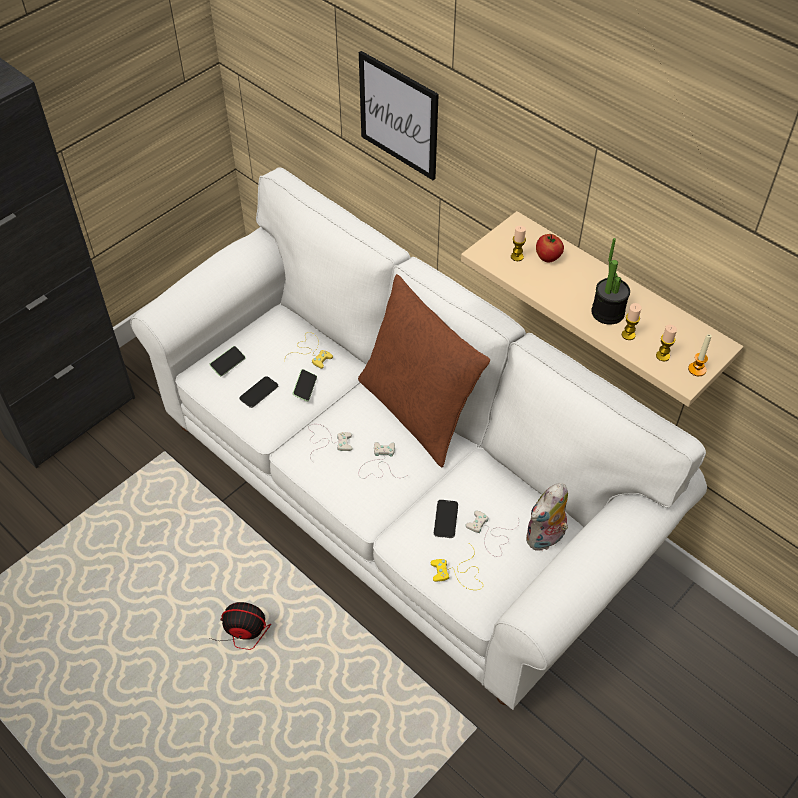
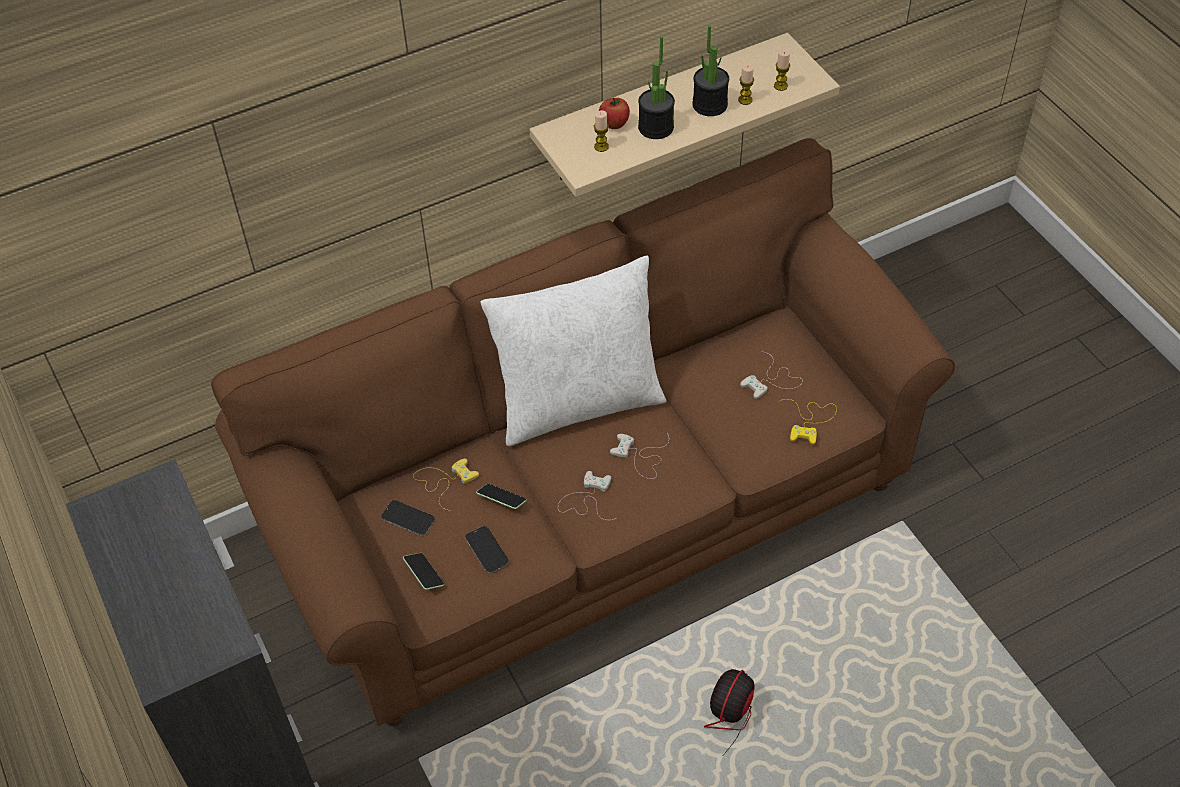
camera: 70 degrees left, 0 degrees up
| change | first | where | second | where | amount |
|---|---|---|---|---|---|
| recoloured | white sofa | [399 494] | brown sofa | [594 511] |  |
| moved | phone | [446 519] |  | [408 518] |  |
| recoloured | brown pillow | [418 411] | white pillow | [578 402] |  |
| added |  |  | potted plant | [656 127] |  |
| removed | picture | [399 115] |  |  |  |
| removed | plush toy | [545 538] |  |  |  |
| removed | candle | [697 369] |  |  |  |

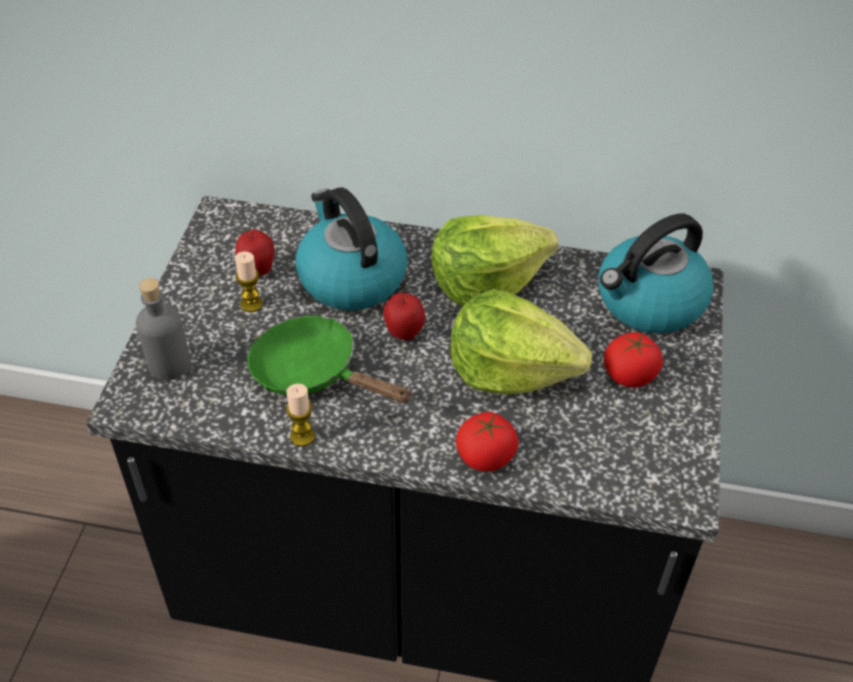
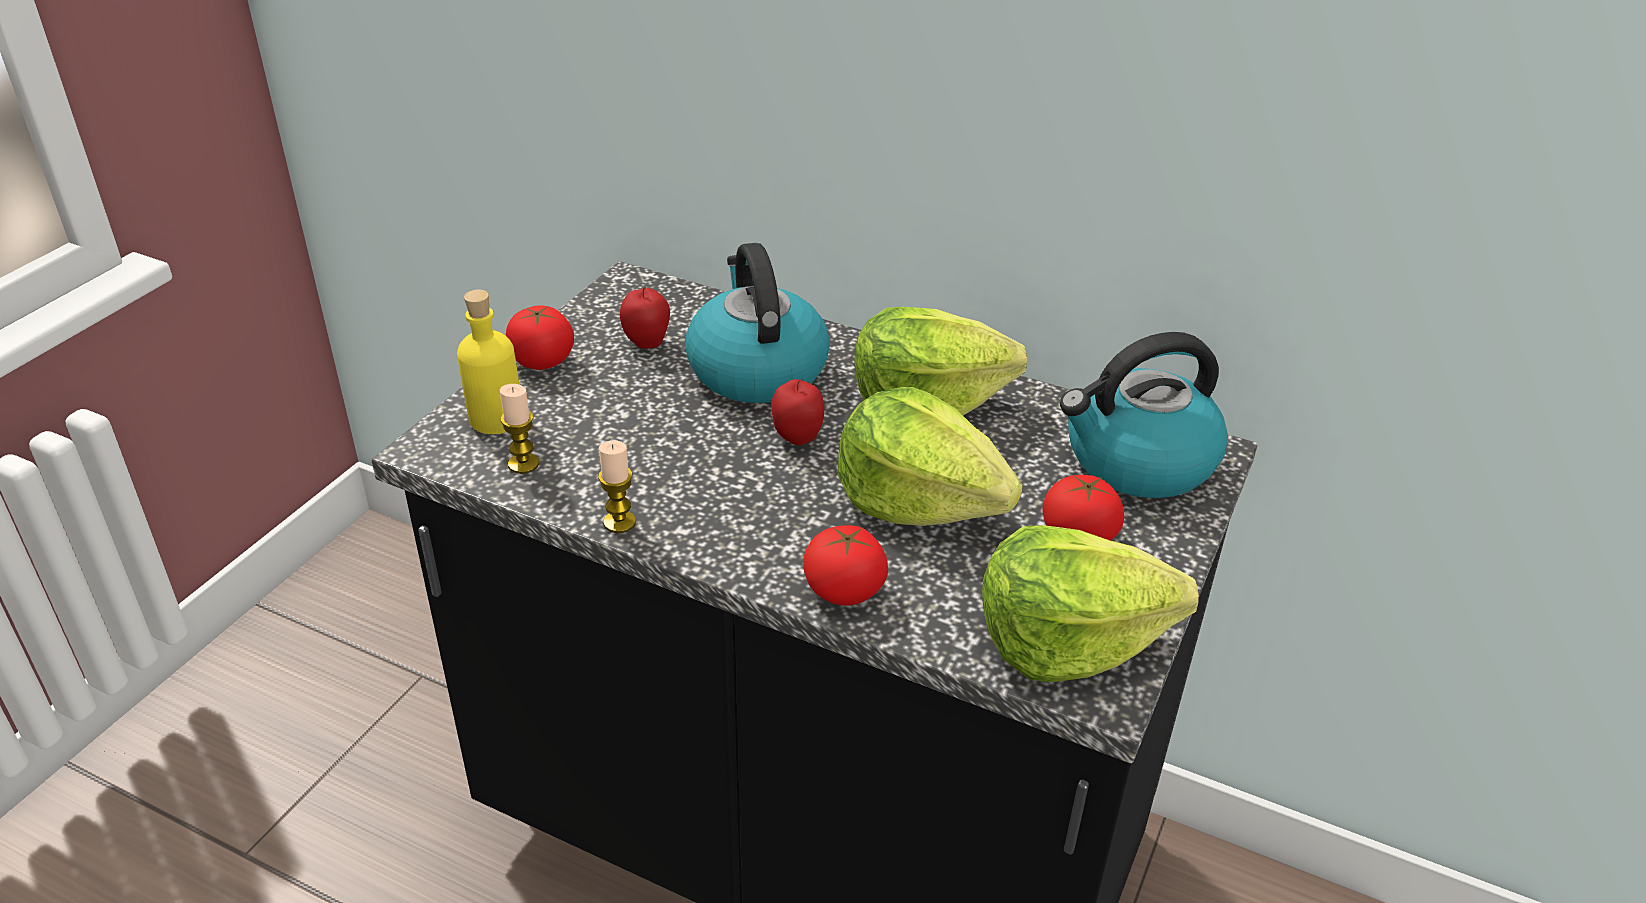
camera: 15 degrees right, 10 degrees down
| change | first | where | second | where | amount |
|---|---|---|---|---|---|
| recoloured | grey bottle | [169 364] | yellow bottle | [496 418] |  |
| moved | candle | [251 304] |  | [523 464] |  |
| added |  |  | tomato | [542 361] |  |
| added |  |  | lettuce | [1068 640] |  |
| removed | green frying pan | [313 372] |  |  |  |

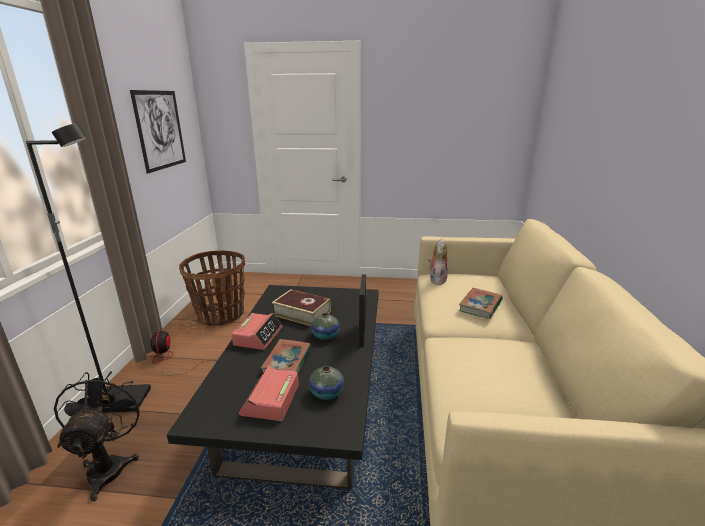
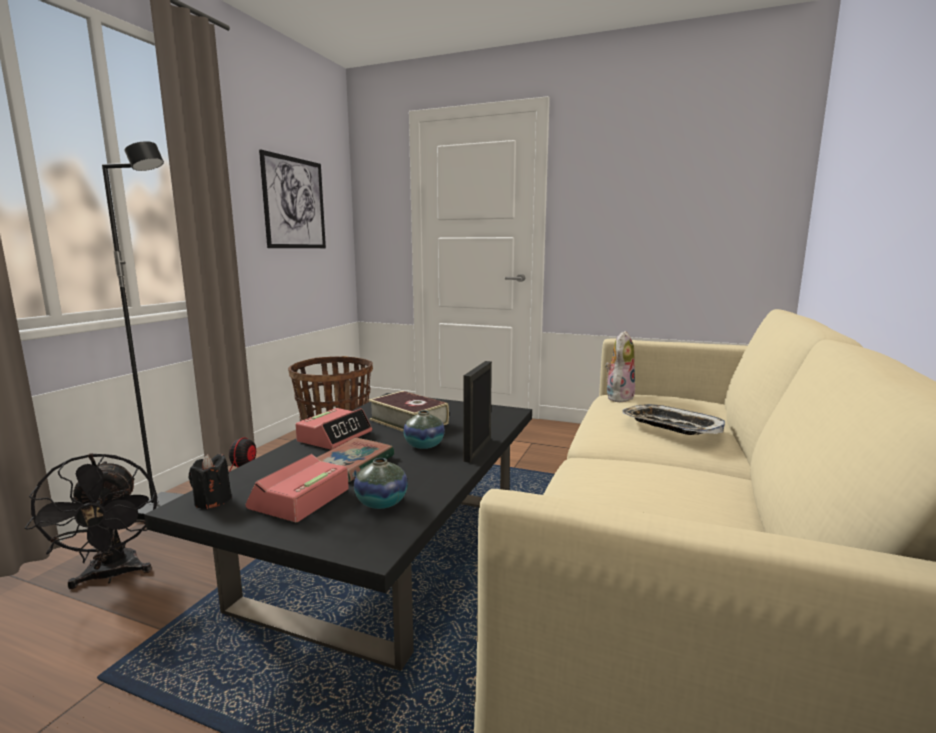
camera: 15 degrees right, 10 degrees down
| change | first | where | second | where | amount |
|---|---|---|---|---|---|
| turned | black fan | [110 465] |  | [112 576] | 150 degrees clockwise |
| added |  |  | black candle | [212 501] |  |
| replaced | book | [480 306] | tray | [671 426] |  |

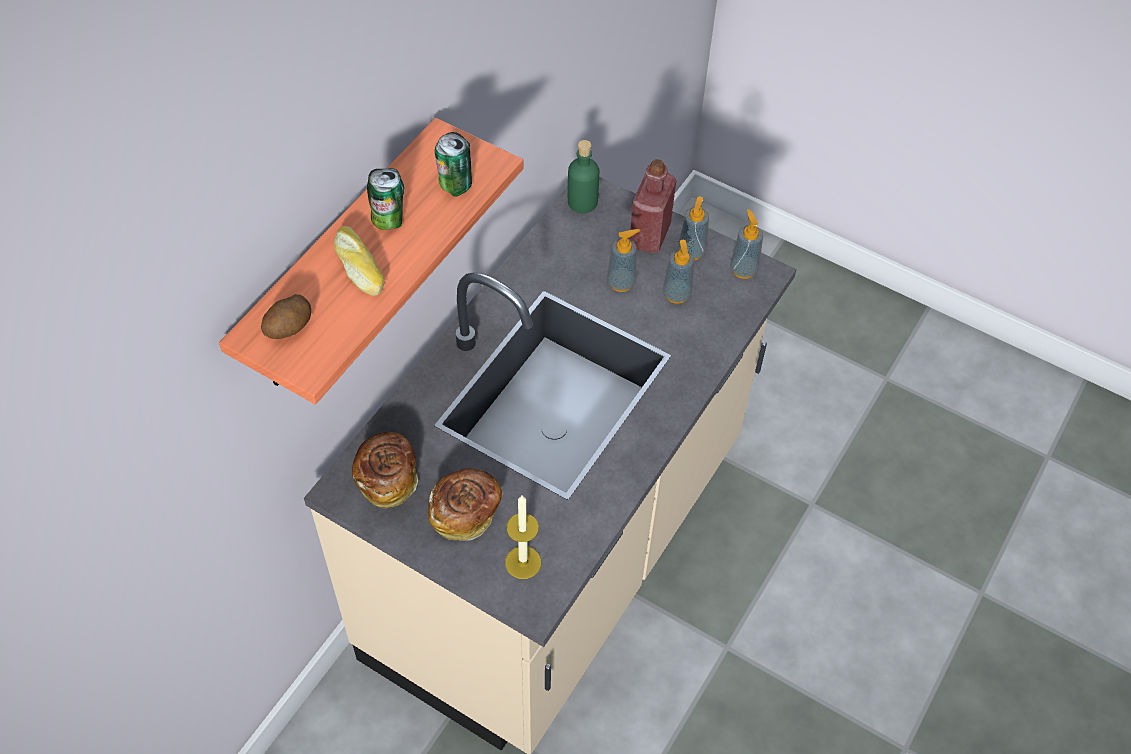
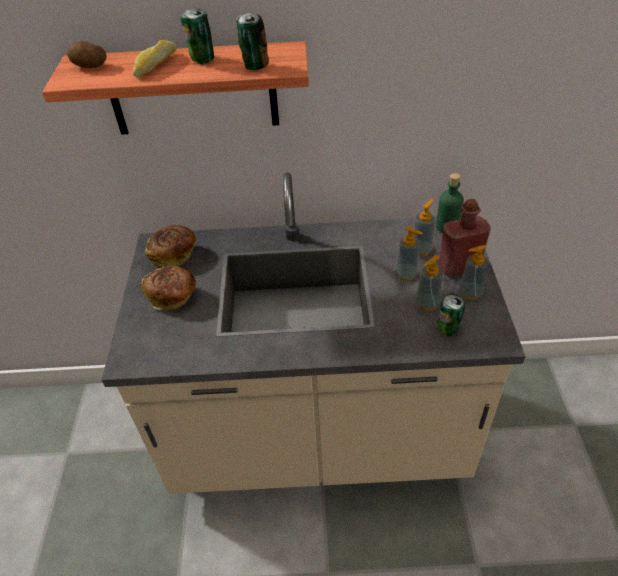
camera: 60 degrees right, 10 degrees down
| change | first | where | second | where | amount |
|---|---|---|---|---|---|
| moved | soap dispenser | [743 269] |  | [421 250] |  |
| added |  |  | can | [447 329] |  |
| removed | candle | [523 562] |  |  |  |

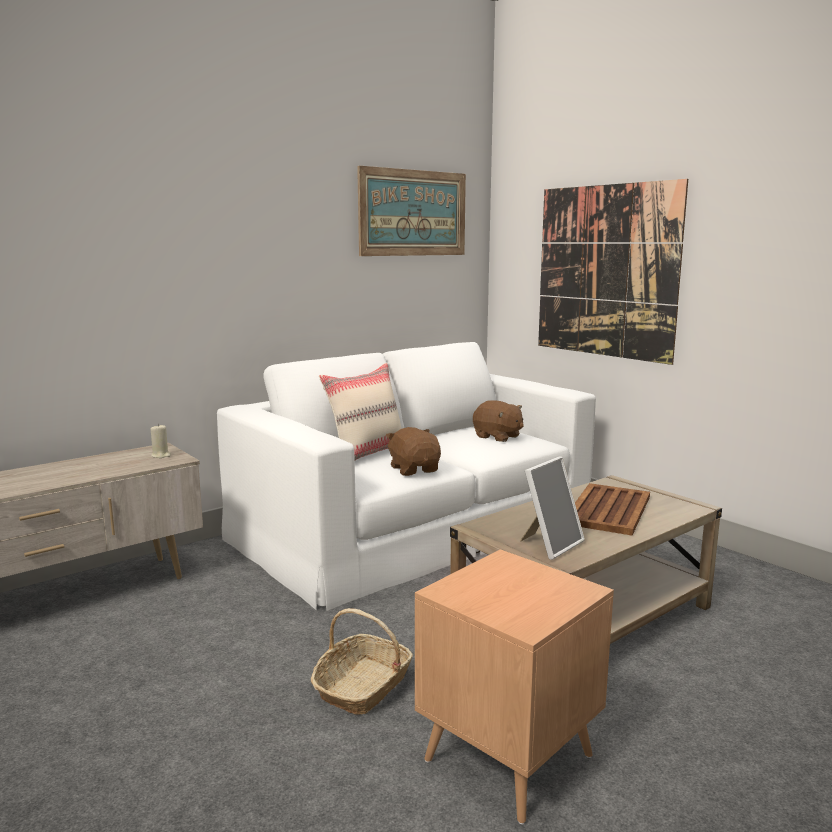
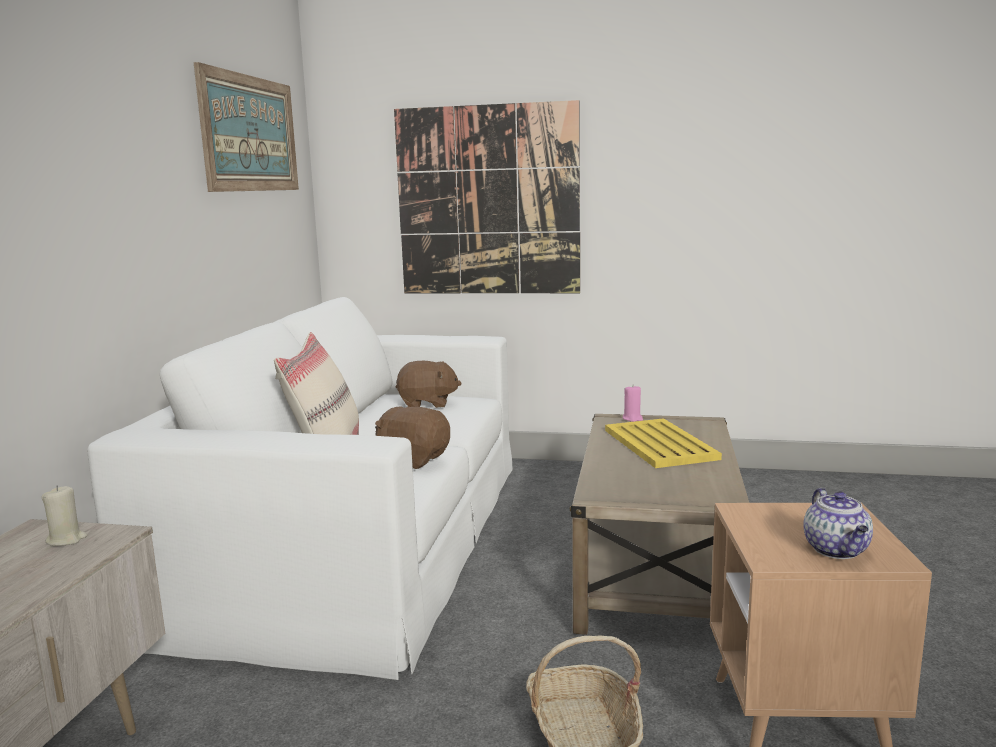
camera: 40 degrees left, 0 degrees up
| change | first | where | second | where | amount |
|---|---|---|---|---|---|
| recoloured | brown tray | [608 510] | yellow tray | [660 444] |  |
| added |  |  | pink candle | [632 418] |  |
| added |  |  | teapot | [837 550] |  |
| removed | picture frame | [550 544] |  |  |  |

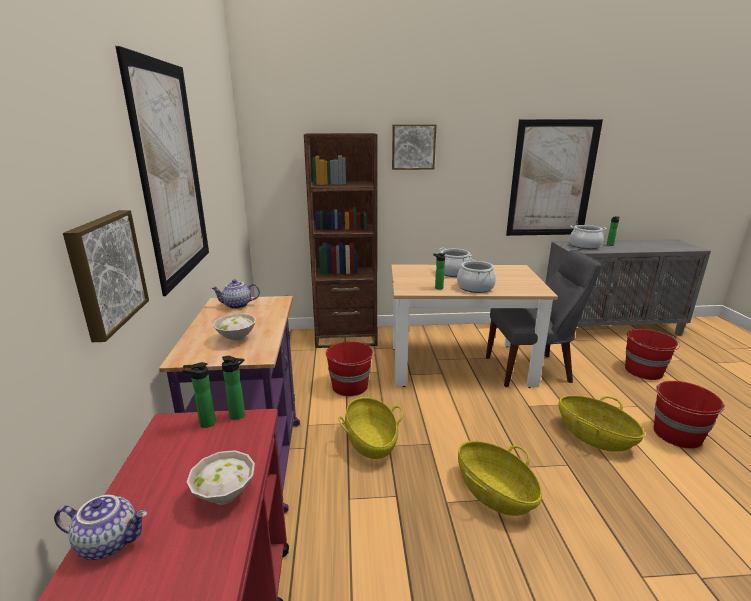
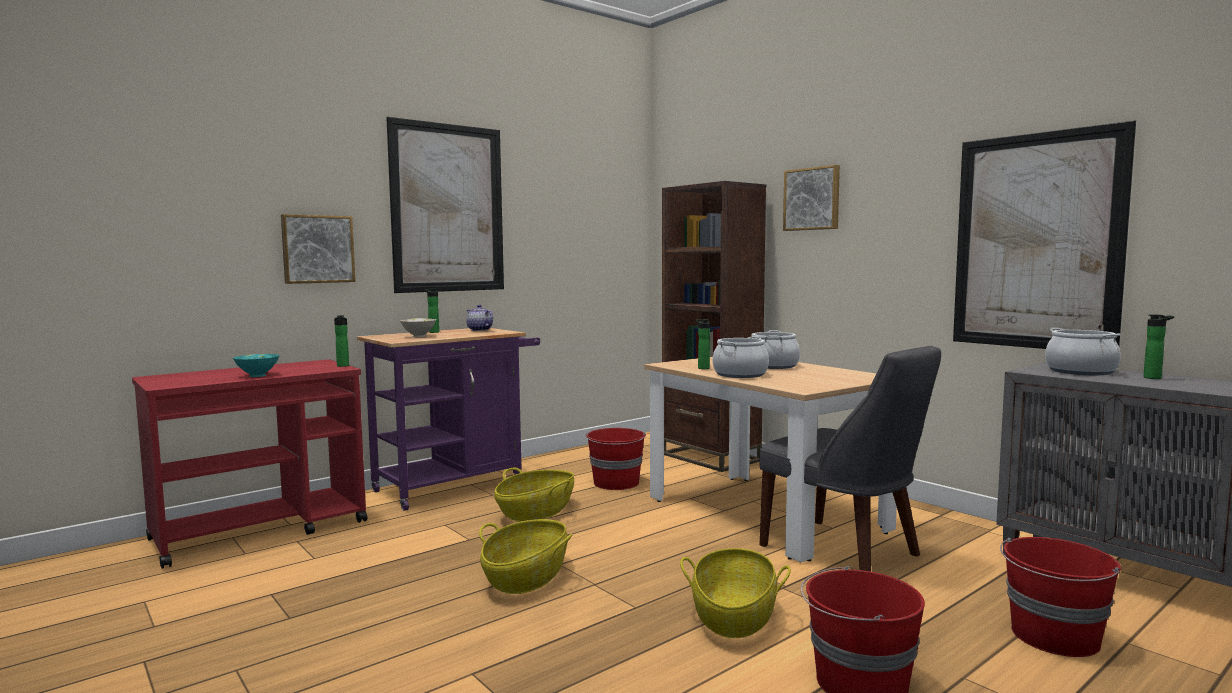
camera: 55 degrees right, 15 degrees down
| change | first | where | second | where | amount |
|---|---|---|---|---|---|
| recoloured | white bowl | [227 495] | turquoise bowl | [258 376] |  |
| moved | bottle | [205 423] |  | [433 332] |  |
| removed | teapot | [110 541] |  |  |  |

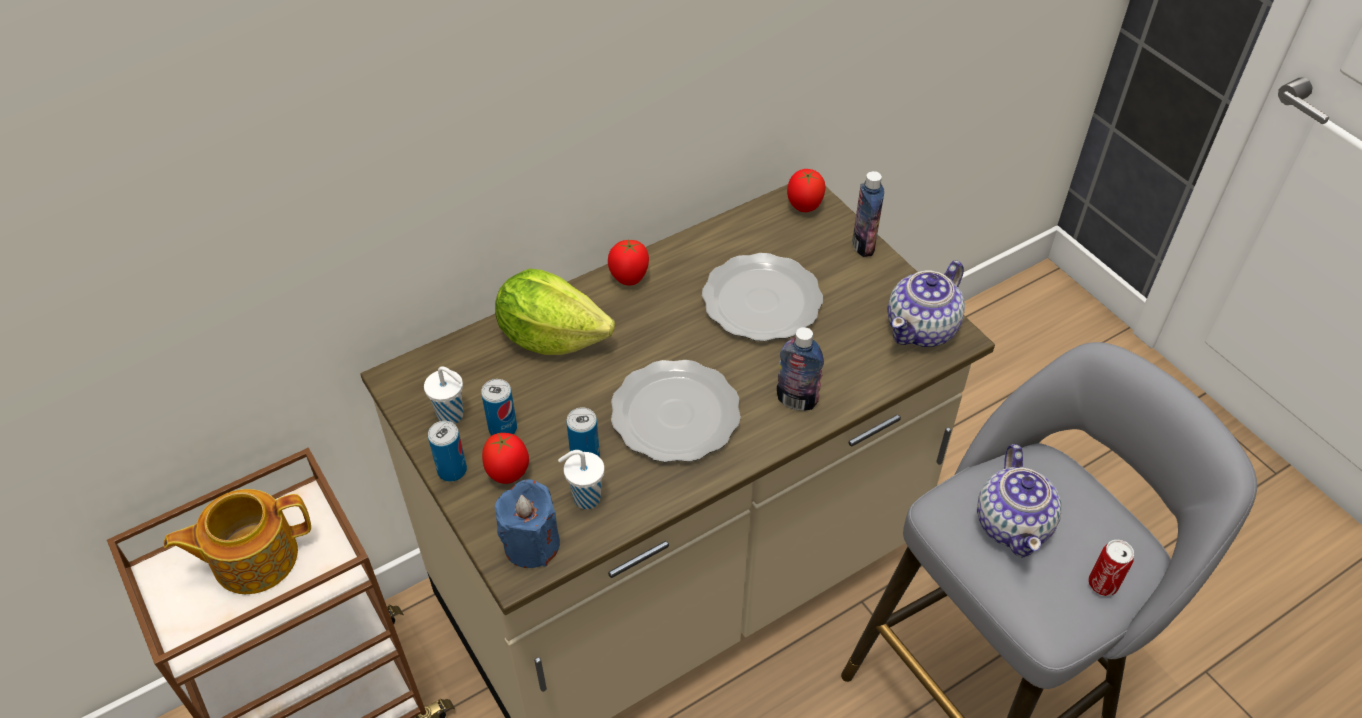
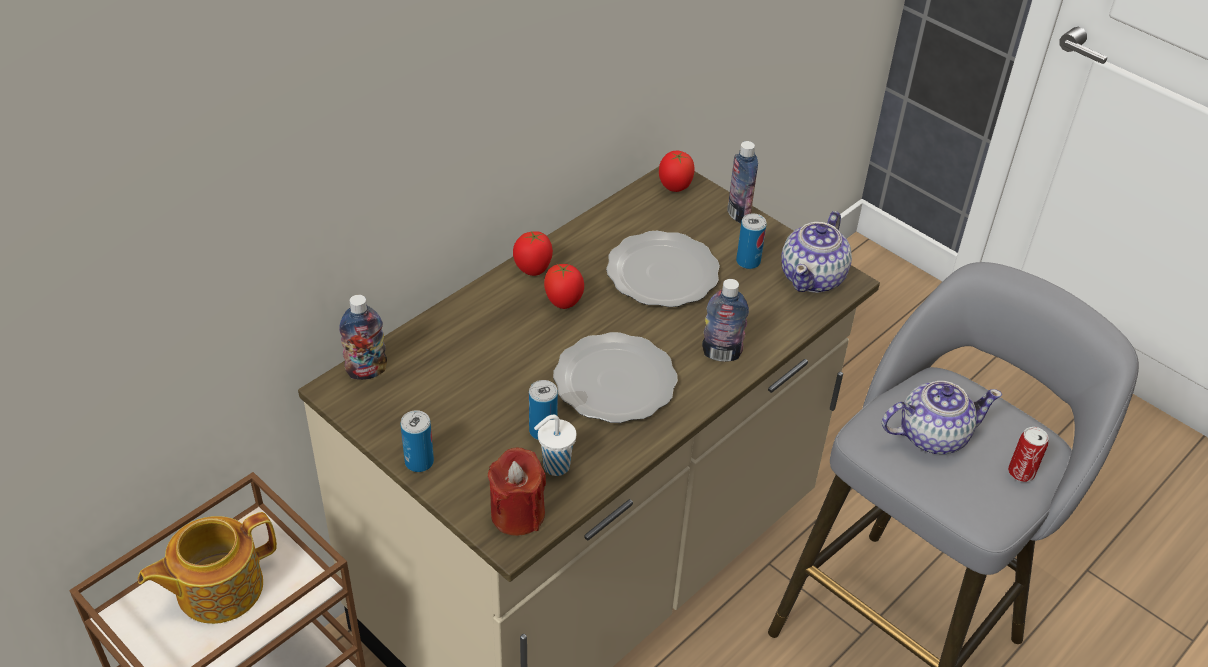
camera: 15 degrees left, 5 degrees down
| change | first | where | second | where | amount |
|---|---|---|---|---|---|
| added |  |  | bottle | [367 371] |  |
| recoloured | blue candle | [531 544] | red candle | [517 514] |  |
| moved | tomato | [508 473] |  | [564 303] |  |
| moved | can | [503 428] |  | [748 261] |  |
| turned | teapot | [1013 523] |  | [931 435] | 90 degrees counterclockwise |
| removed | white cup | [452 416] |  |  |  |
| removed | lettuce | [551 336] |  |  |  |

